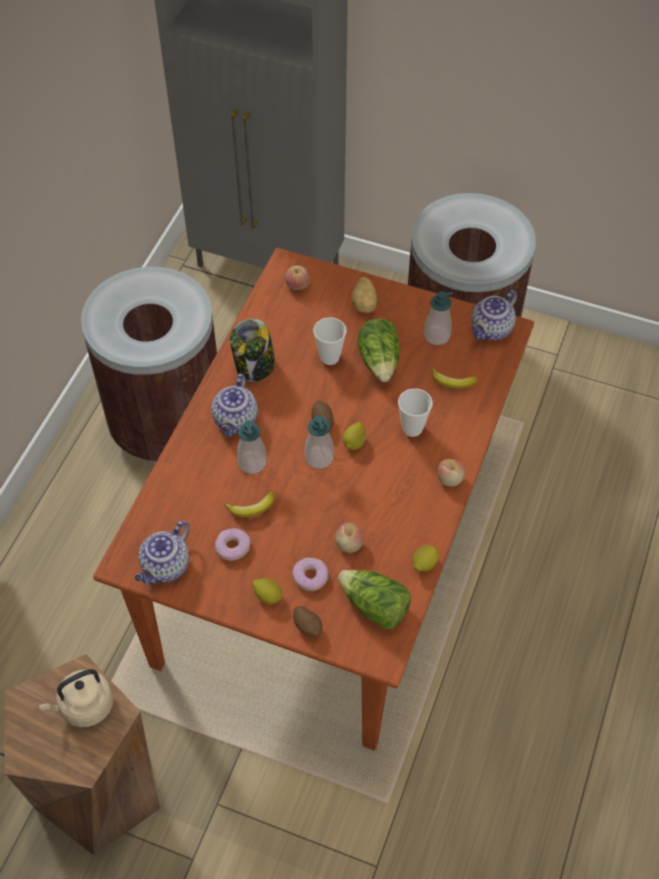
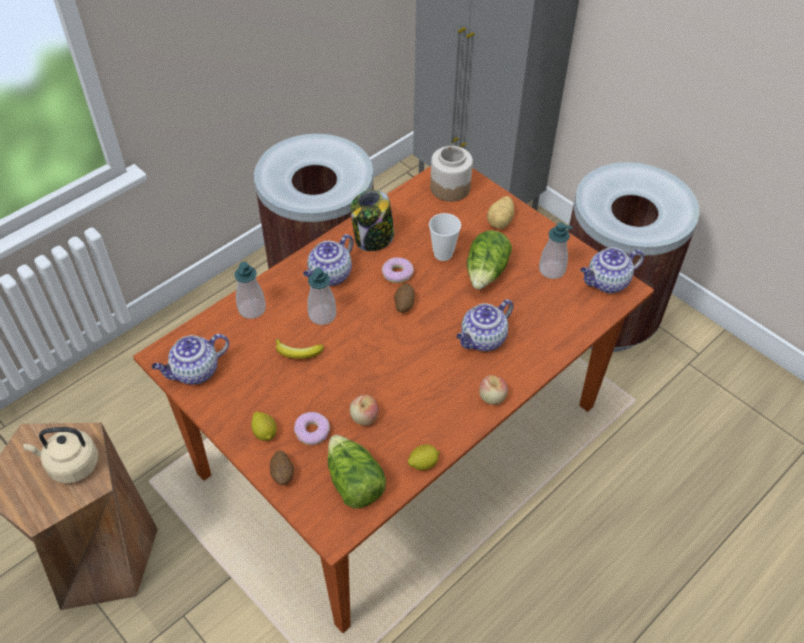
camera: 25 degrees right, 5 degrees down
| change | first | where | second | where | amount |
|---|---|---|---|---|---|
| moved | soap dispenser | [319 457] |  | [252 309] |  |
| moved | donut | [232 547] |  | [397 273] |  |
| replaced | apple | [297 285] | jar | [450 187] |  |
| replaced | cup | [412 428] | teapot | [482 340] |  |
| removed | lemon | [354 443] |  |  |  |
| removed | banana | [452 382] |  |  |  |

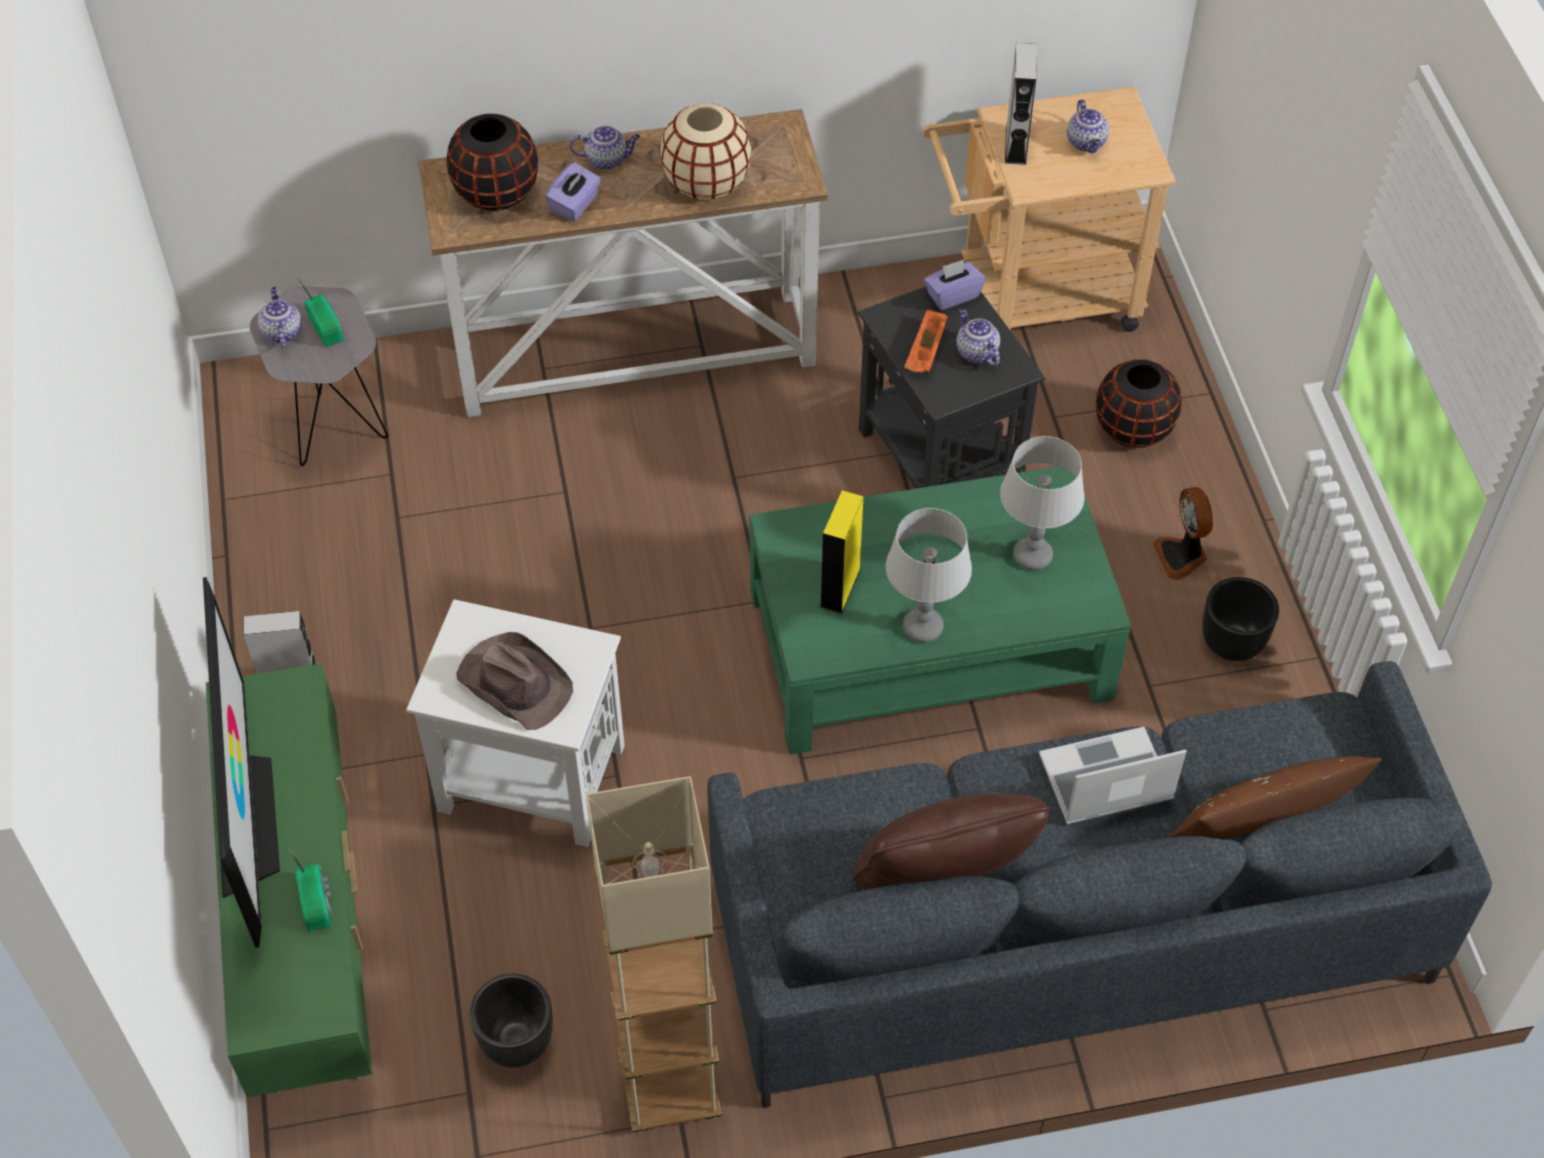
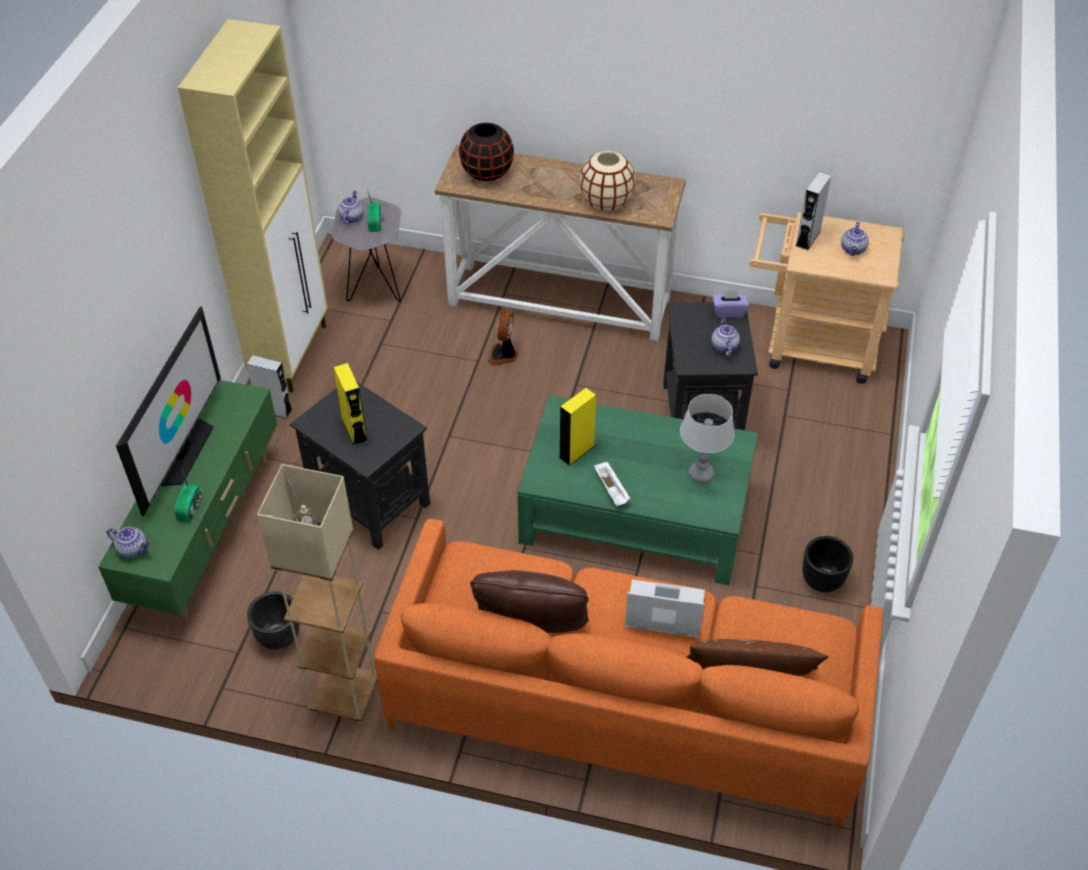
camera: 25 degrees right, 5 degrees down
| change | first | where | second | where | amount |
|---|---|---|---|---|---|
| moved | teapot | [607 159] |  | [133 549] |  |
| added |  |  | beige cabinet | [291 354] |  |
| recoloured | white side table | [529 777] | black side table | [369 501] |  |
| replaced | brown hat | [515 682] | yellow speaker | [354 430] |  |
| recoloured | grey sofa | [1069 929] | orange sofa | [625 703] |  |
| moved | fan | [1182 556] |  | [504 355] |  |
| replaced | grey table lamp | [923 627] | white tray | [612 490] |  |
| removed | purple tissue box | [575 205] |  |  |  |
| removed | orange tray | [926 352] |  |  |  |
| removed | black vase | [1133 429] |  |  |  |

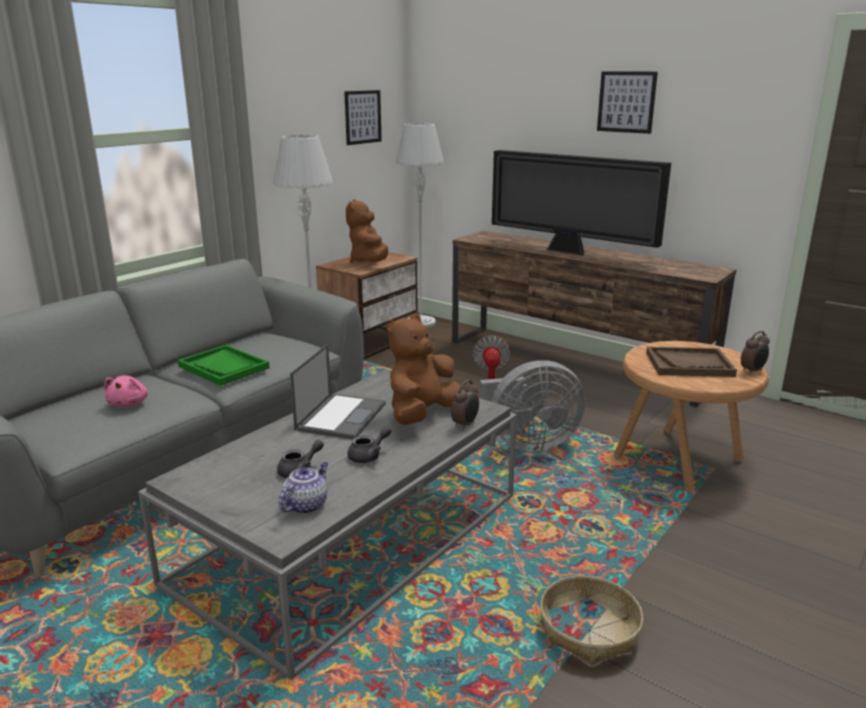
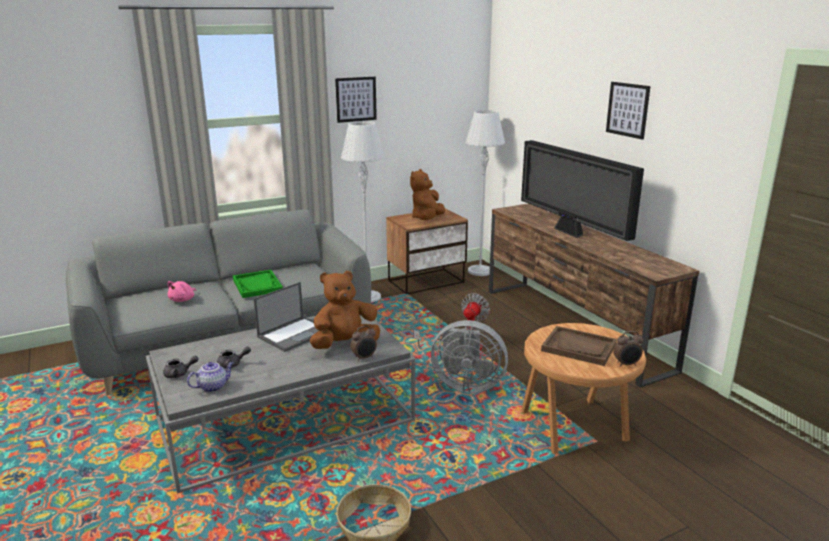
camera: 25 degrees right, 0 degrees up
| change | first | where | second | where | amount |
|---|---|---|---|---|---|
| moved | grey teapot | [369 456] |  | [179 374] |  |
| moved | picture | [362 117] |  | [356 99] |  |

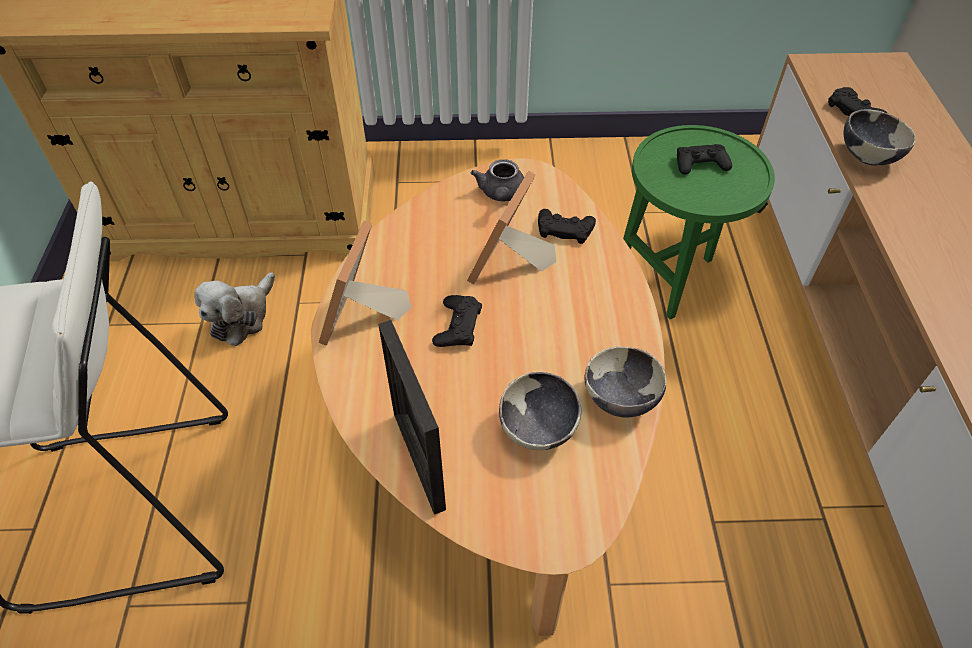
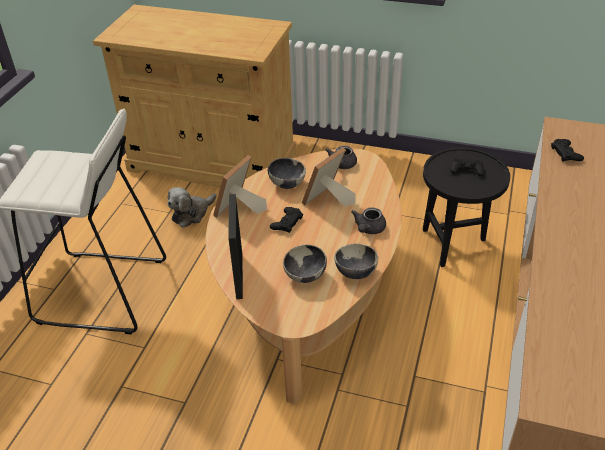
camera: 20 degrees right, 10 degrees down
| change | first | where | second | where | amount |
|---|---|---|---|---|---|
| moved | bowl | [867 156] |  | [287 184] |  |
| added |  |  | grey teapot | [368 229] |  |
| recoloured | green side table | [672 276] | black side table | [455 244] |  |
| removed | black game controller | [564 229] |  |  |  |

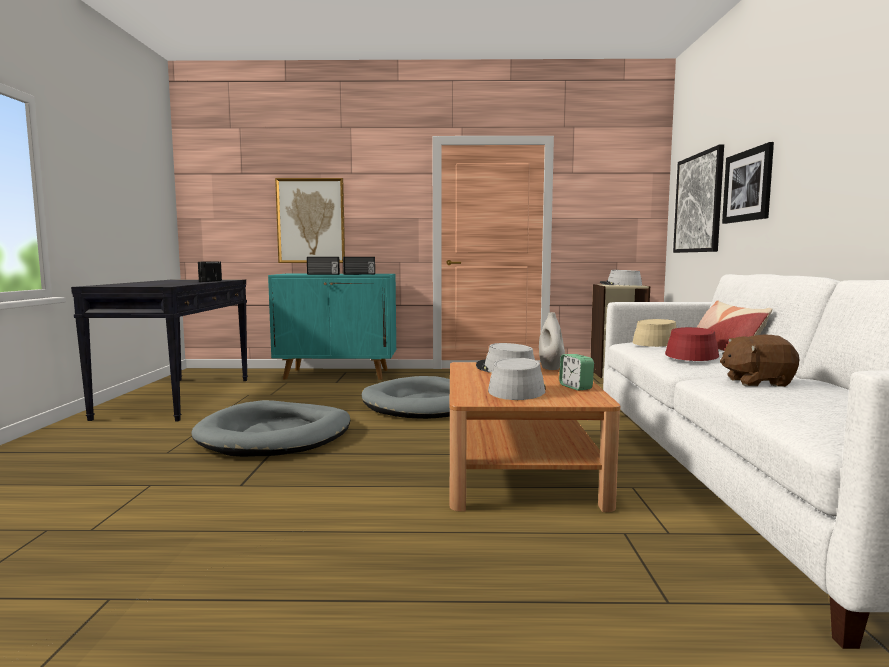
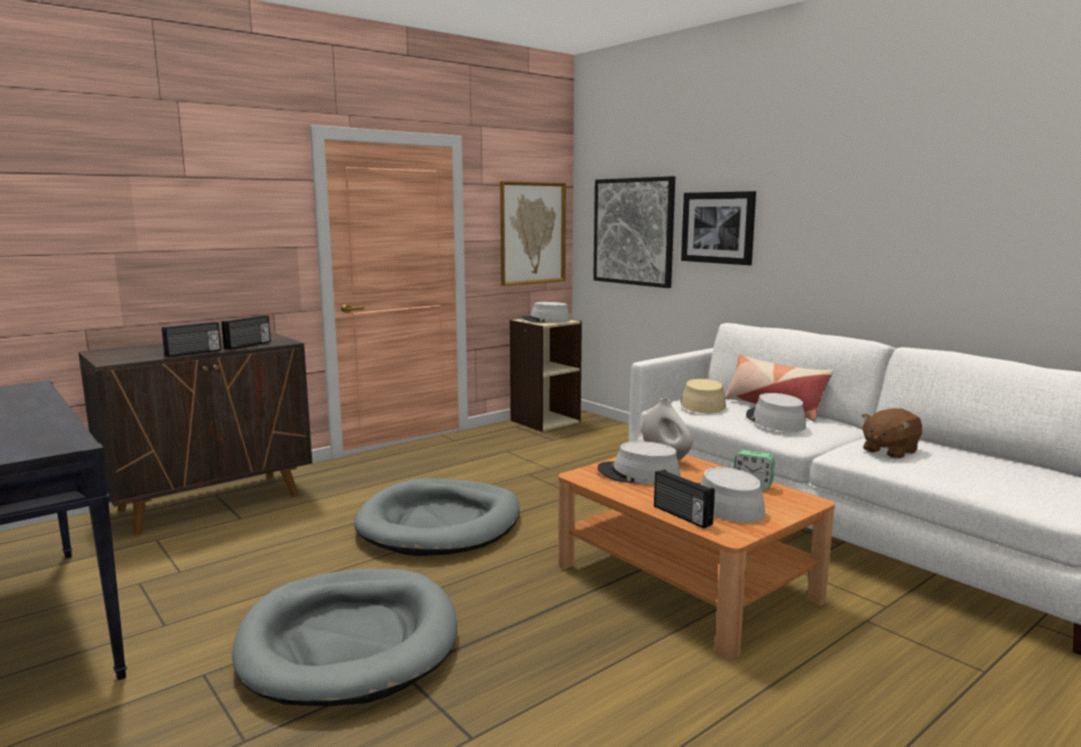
camera: 40 degrees left, 5 degrees up
| change | first | where | second | where | amount |
|---|---|---|---|---|---|
| recoloured | turquoise cabinet | [338 374] | brown cabinet | [212 502] |  |
| moved | picture | [311 221] |  | [532 233] |  |
| moved | radio | [209 281] |  | [681 516] |  |
| recoloured | red hat | [691 354] | grey hat | [774 421] |  |

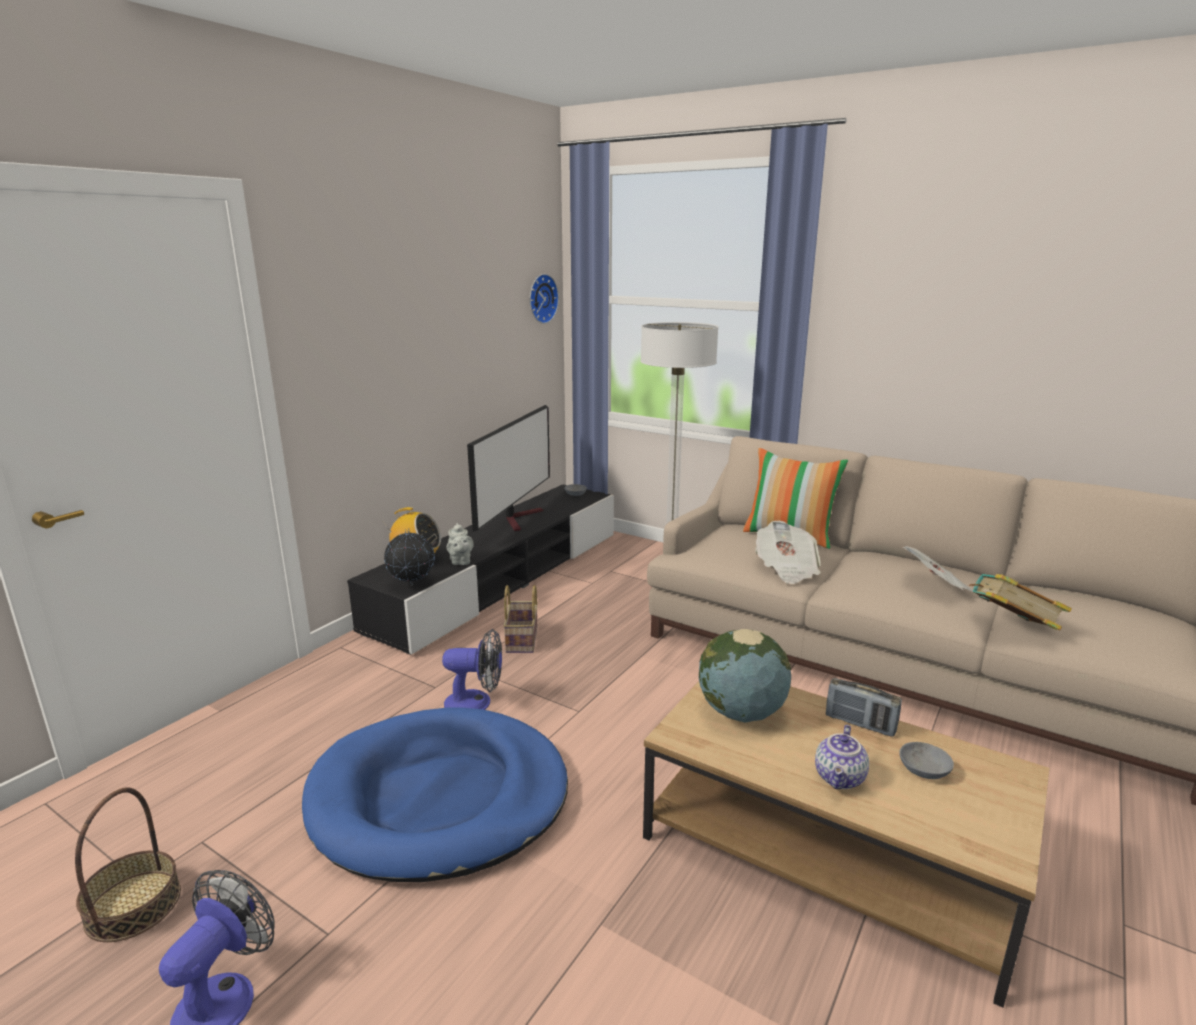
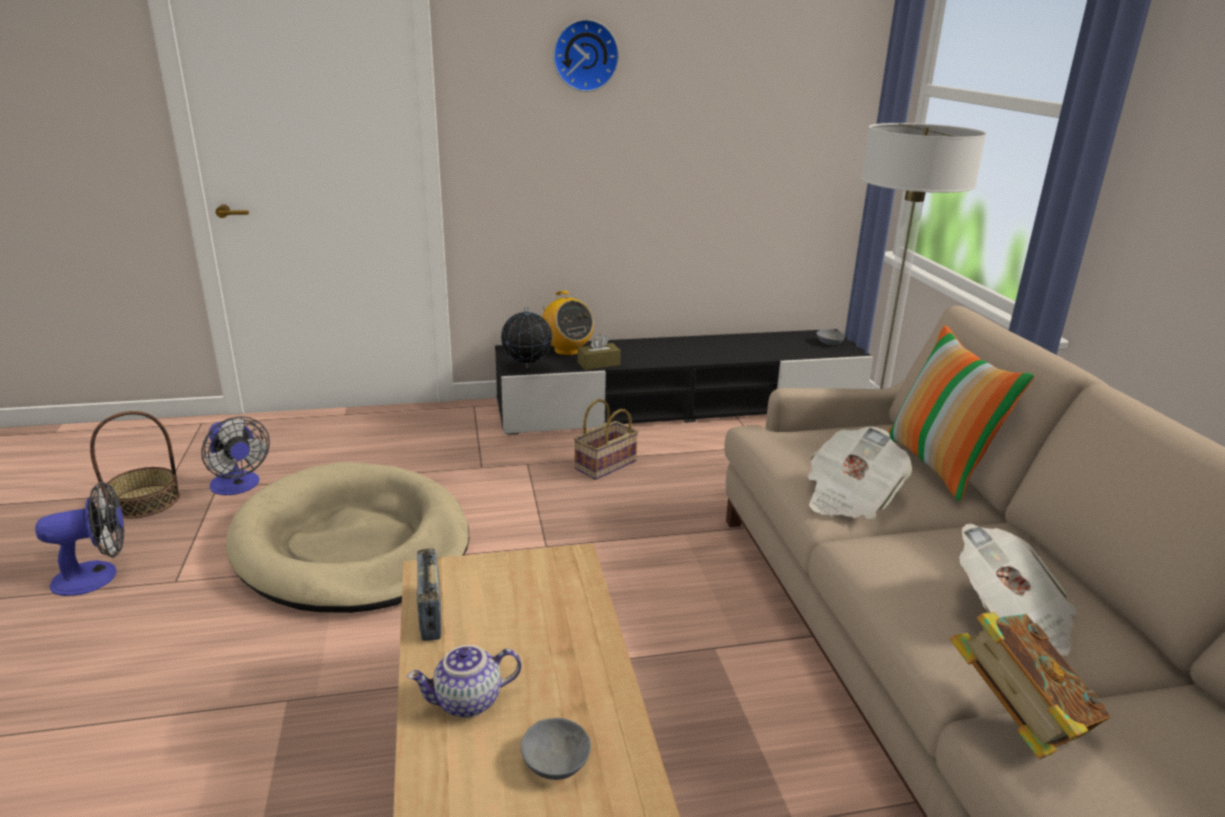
camera: 45 degrees right, 5 degrees up
| change | first | where | second | where | amount |
|---|---|---|---|---|---|
| moved | fan | [476 703] |  | [238 487] |  |
| recoloured | blue dog bed | [439 798] | beige dog bed | [353 544] |  |
| moved | radio | [860 724] |  | [430 614] |  |
| moved | wall clock | [541 298] |  | [585 55] |  |
| replaced | grey teapot | [460 561] | brown tissue box | [598 364] |  |
| removed | television | [519 518] |  |  |  |
| removed | globe | [740 713] |  |  |  |

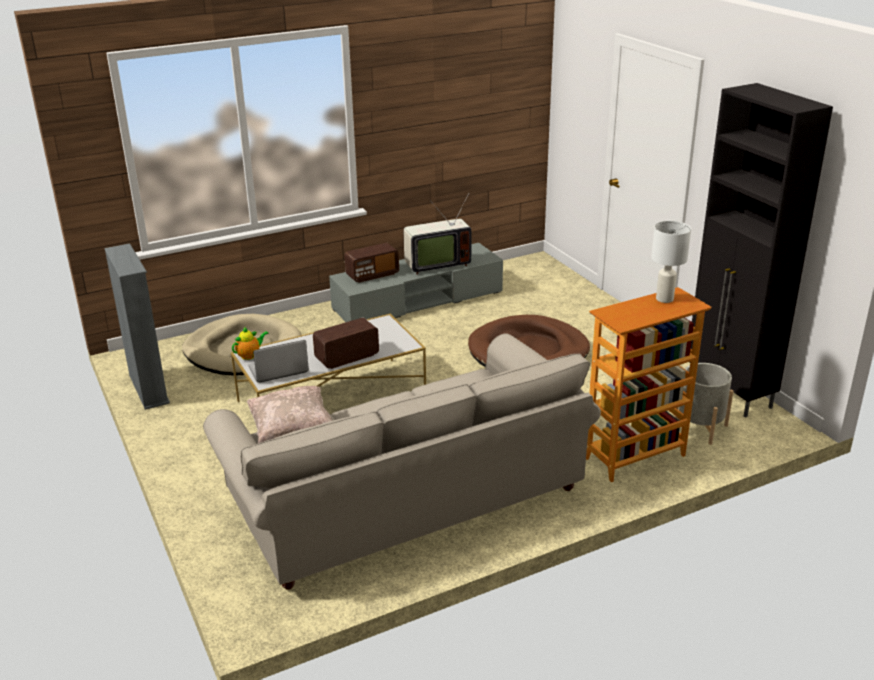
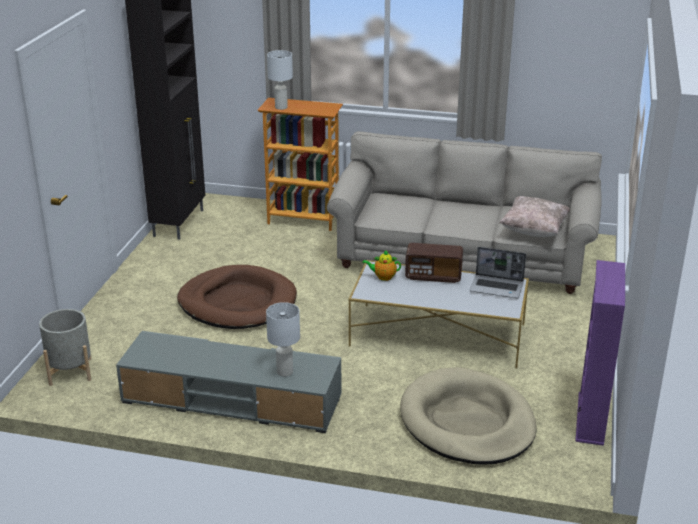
camera: 140 degrees left, 0 degrees up
| change | first | where | second | where | amount |
|---|---|---|---|---|---|
| moved | grey planter | [700 428] |  | [70 371] |  |
| replaced | radio | [372 275] | white table lamp | [284 372] |  |
| moved | teapot | [250 355] |  | [383 277] |  |
| recoloured | grey bookcase | [148 389] | purple bookcase | [591 419] |  |
| removed | television | [435 264] |  |  |  |

